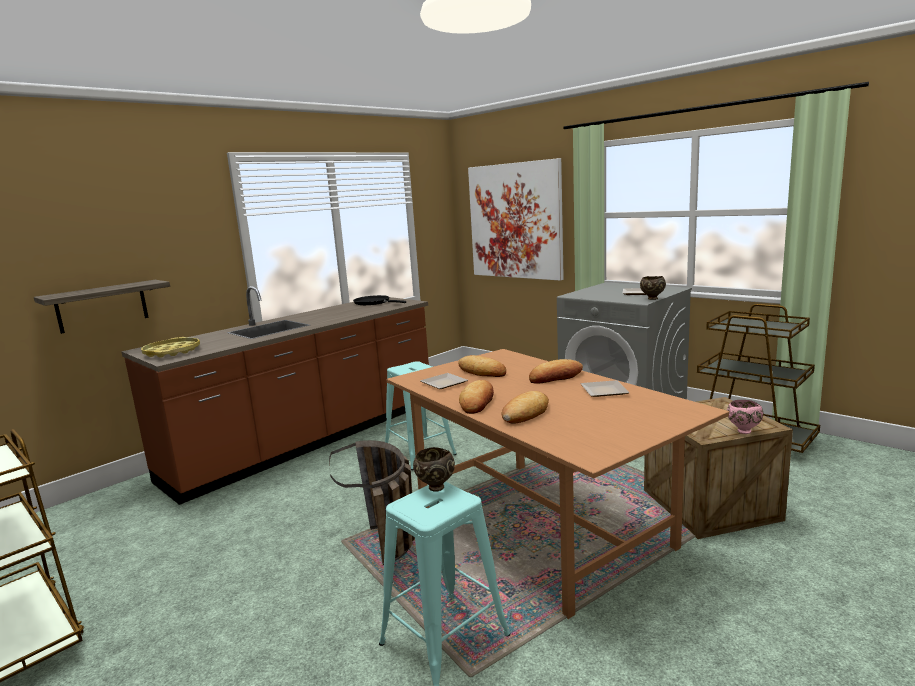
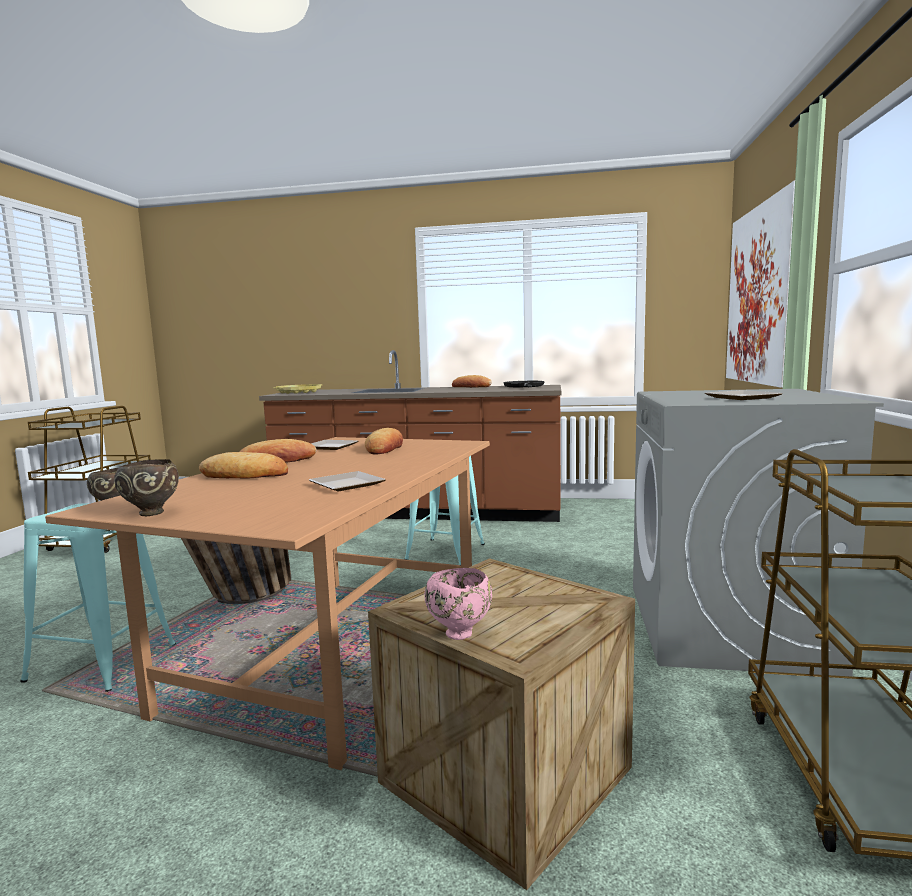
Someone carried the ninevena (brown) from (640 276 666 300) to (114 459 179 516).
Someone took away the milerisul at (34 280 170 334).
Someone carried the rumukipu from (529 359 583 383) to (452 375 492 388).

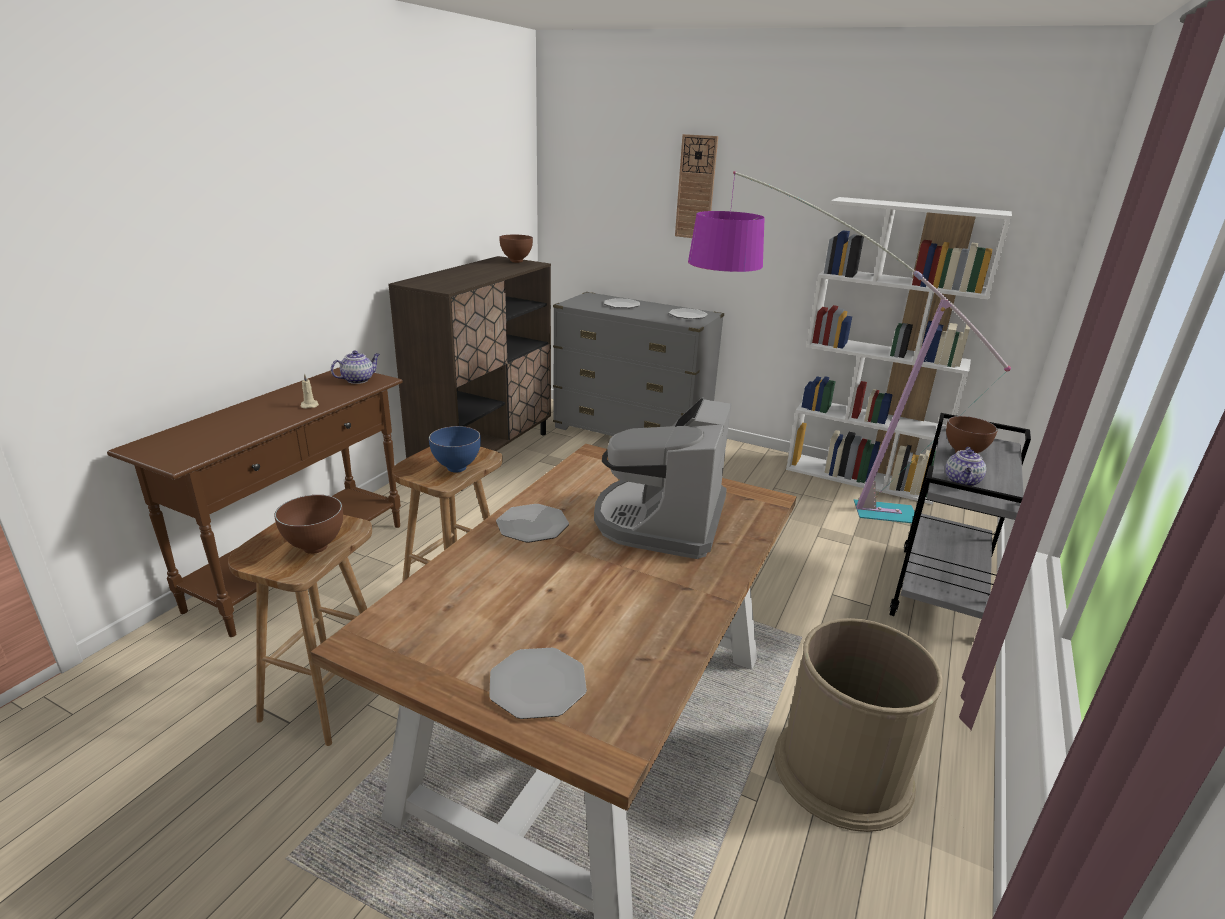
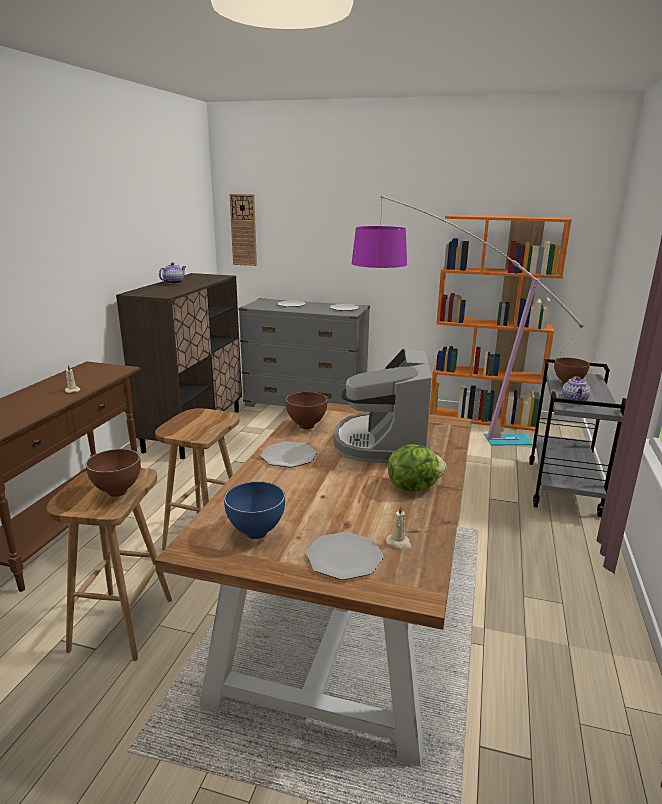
Someone carried the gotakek from (675 134 718 238) to (230 194 257 266).
Someone repainted the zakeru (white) at (786 197 1012 505), which became the zakeru (orange) at (429 215 572 431).
Someone carried the ninevena (brown) from (499 235 533 263) to (286 392 328 429).
Someone carried the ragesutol from (331 350 380 384) to (159 262 186 284).
Someone carried the ninevena (blue) from (429 426 481 473) to (224 481 285 539).
Someone took away the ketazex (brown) at (774 618 943 832).
Someone put down the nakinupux at (388 444 446 492).
Someone put down the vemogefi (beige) at (386 506 412 550).

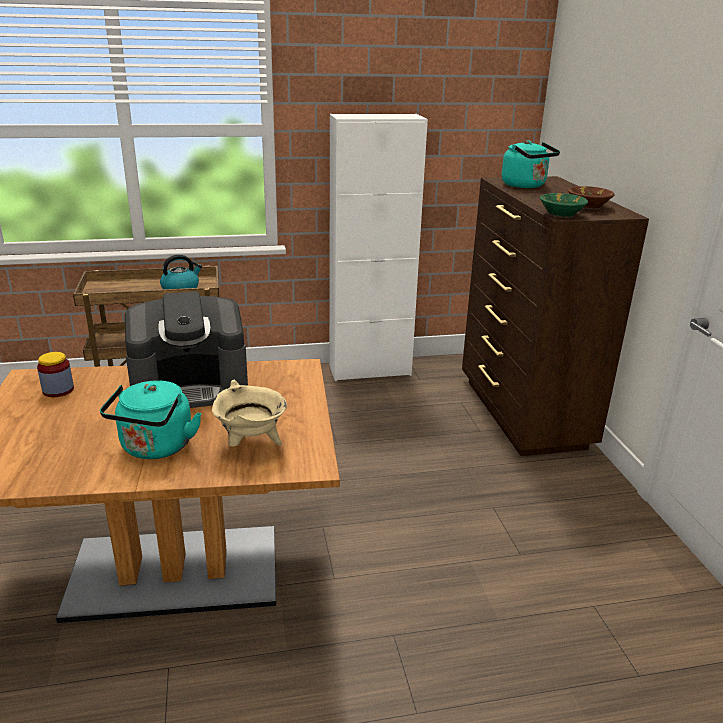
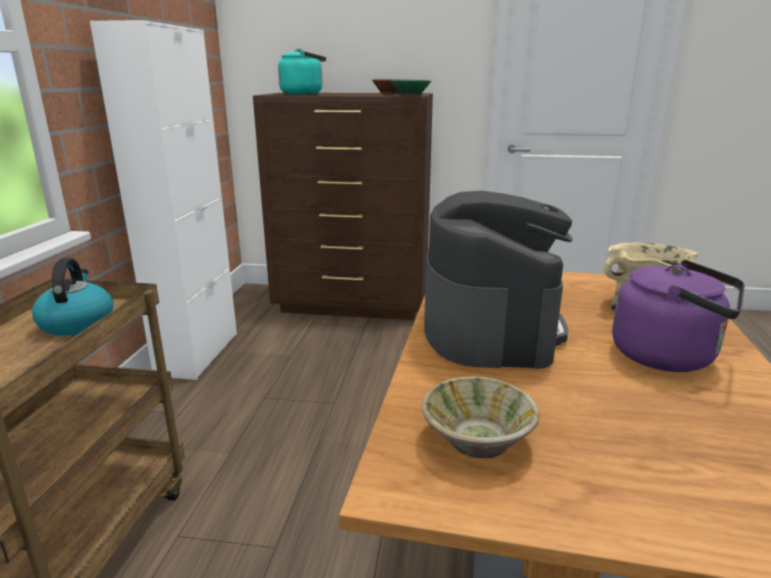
Someone swapped the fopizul at (37 352 74 397) for the ninevena (beige) at (422 377 540 458).
Someone repainted the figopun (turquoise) at (100 381 202 459), which became the figopun (purple) at (612 260 745 372).

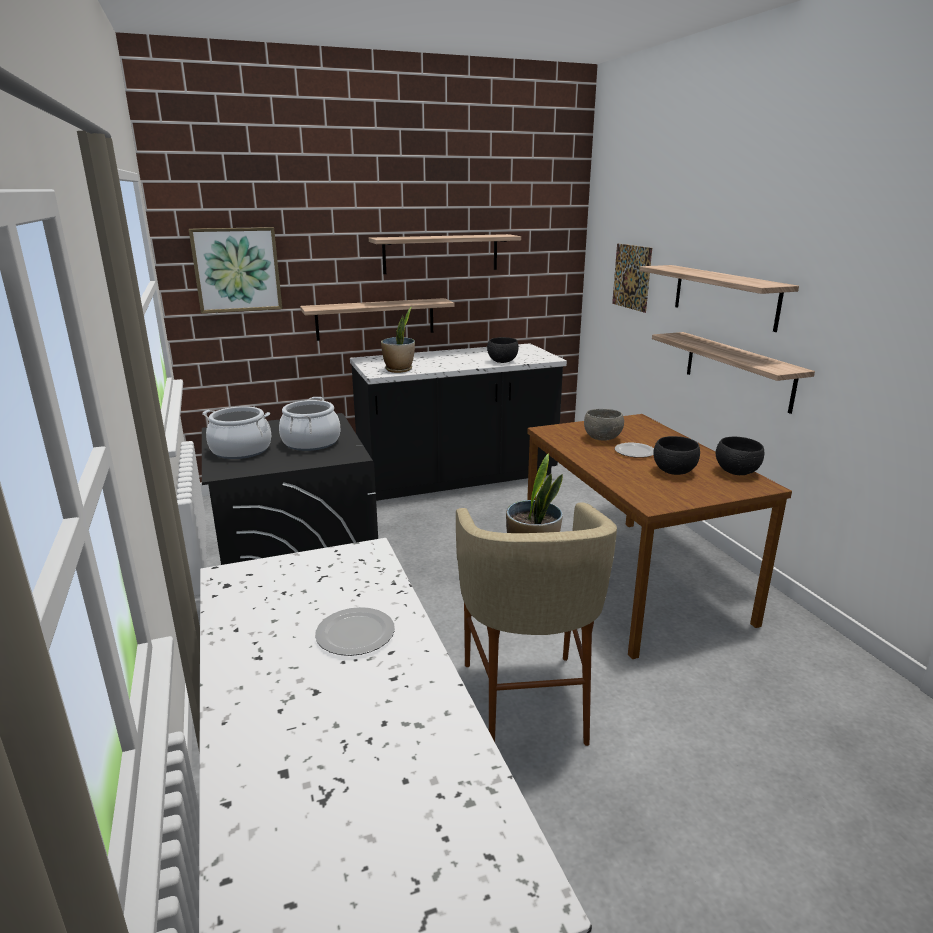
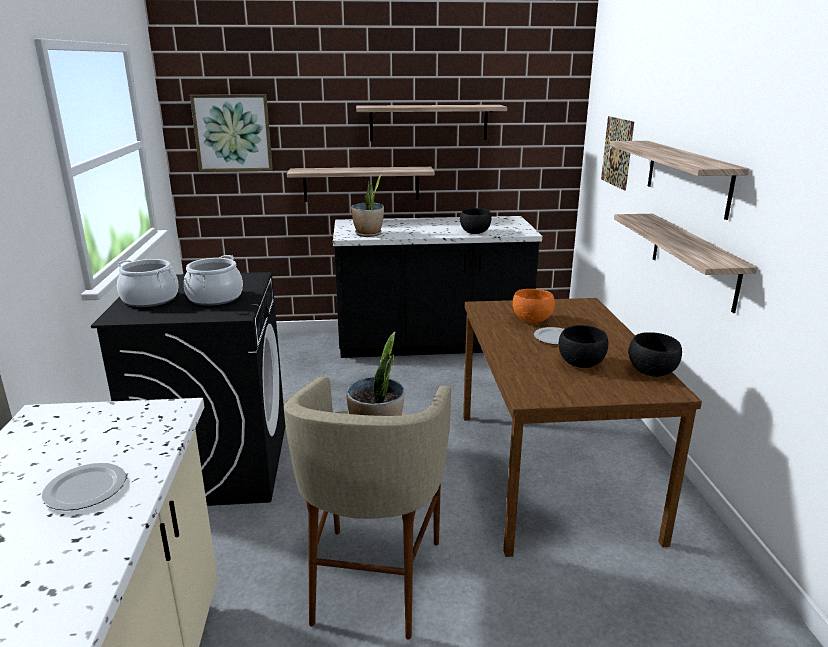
Someone repainted the ninevena (grey) at (584 409 624 440), which became the ninevena (orange) at (513 289 555 323).

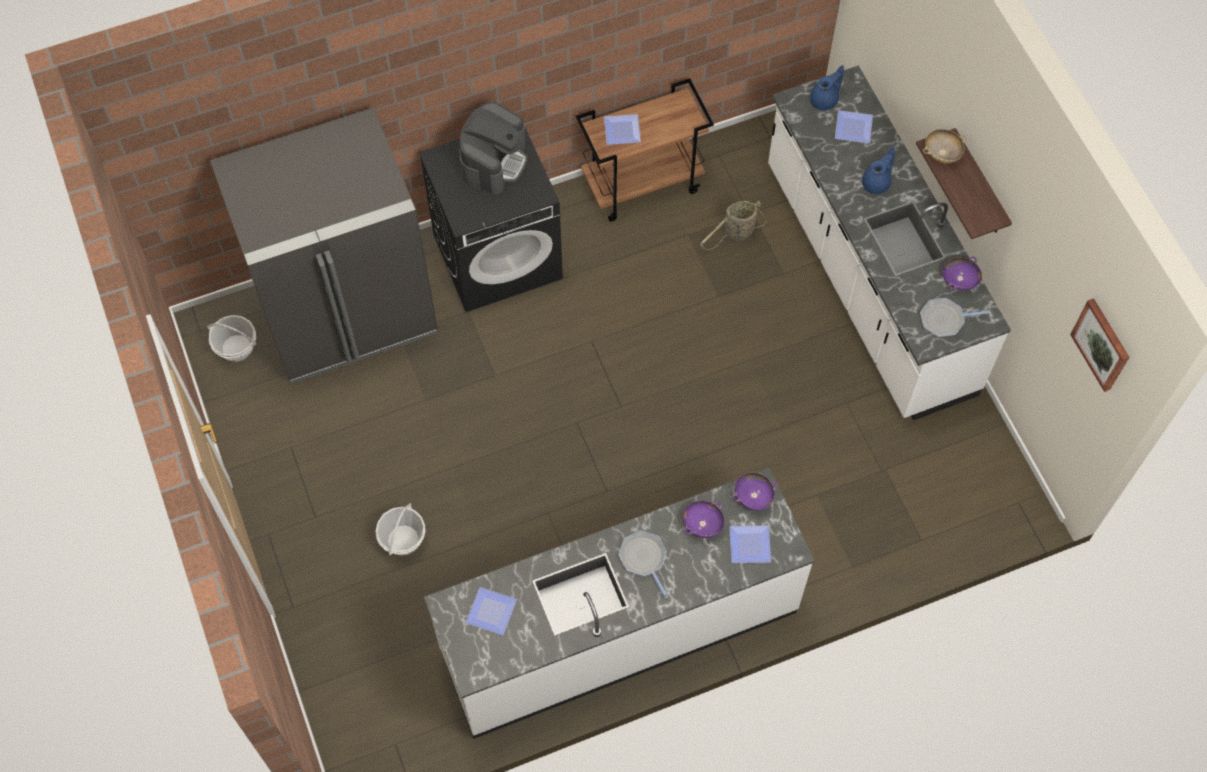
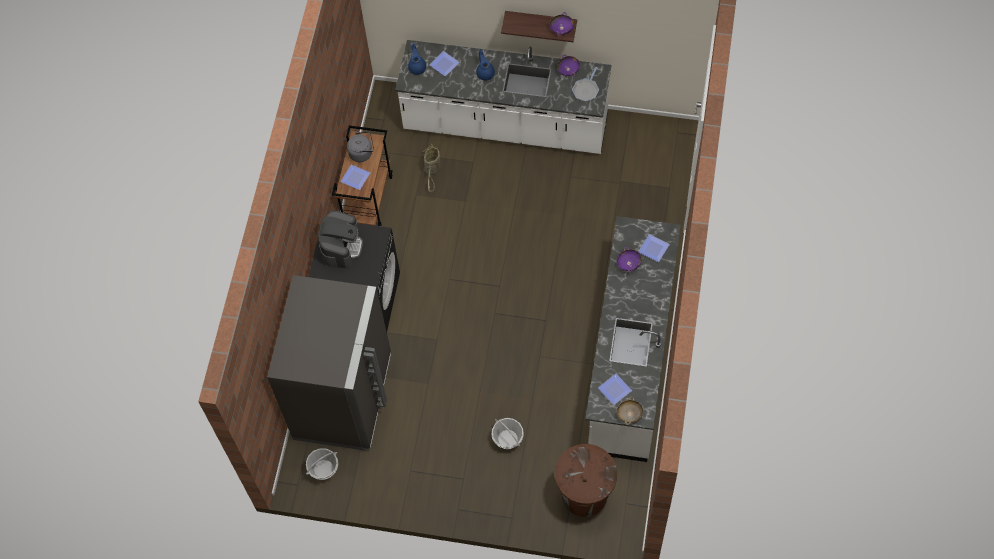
Someone rotated the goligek at (459 102 527 195) by 45 degrees clockwise.
Someone carried the ninevena (beige) from (923 129 966 164) to (617 397 643 425).
Someone took away the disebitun at (1070 298 1130 392).
Someone carried the ninevena (purple) from (732 472 778 511) to (549 12 574 36).
Someone took away the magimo at (618 530 668 598).
Someone put down the figopun (grey) at (347 131 374 162).
Someone put down the ketazex (brown) at (555 444 617 517).

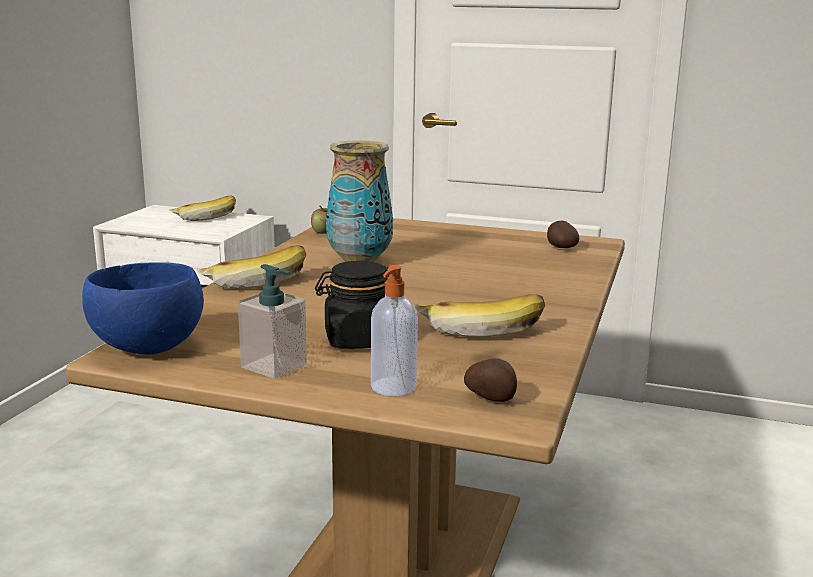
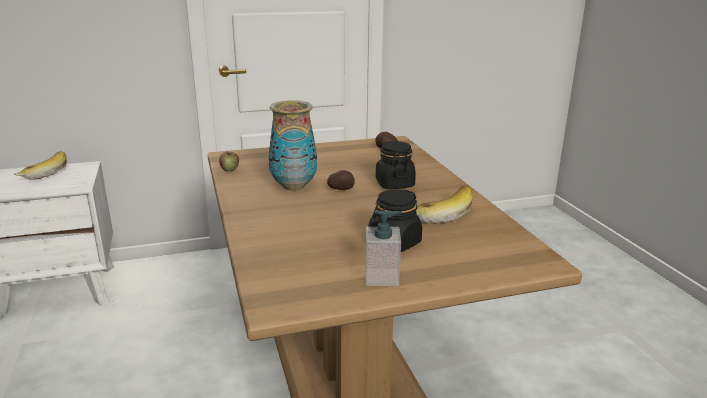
Someone took away the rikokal at (196 245 306 289).
Someone took away the ninevena (blue) at (82 262 204 354).
Someone took away the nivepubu at (371 265 418 396).
Someone carried the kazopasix from (464 358 517 402) to (327 170 354 190).
Someone put down the fopizul (black) at (376 141 416 189).

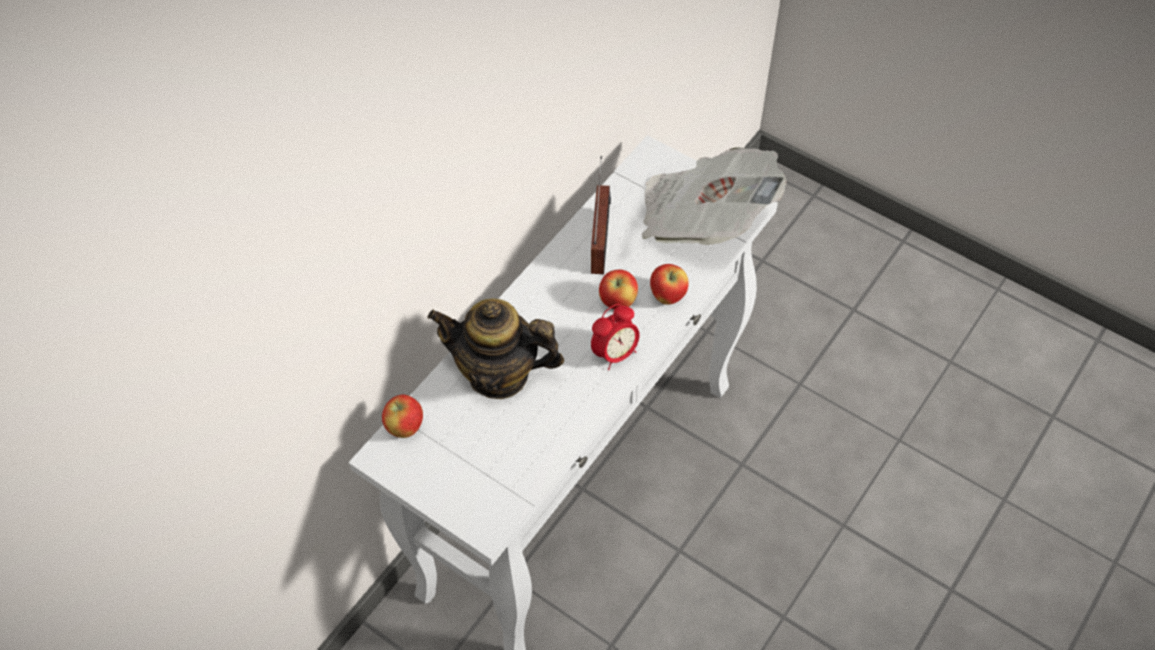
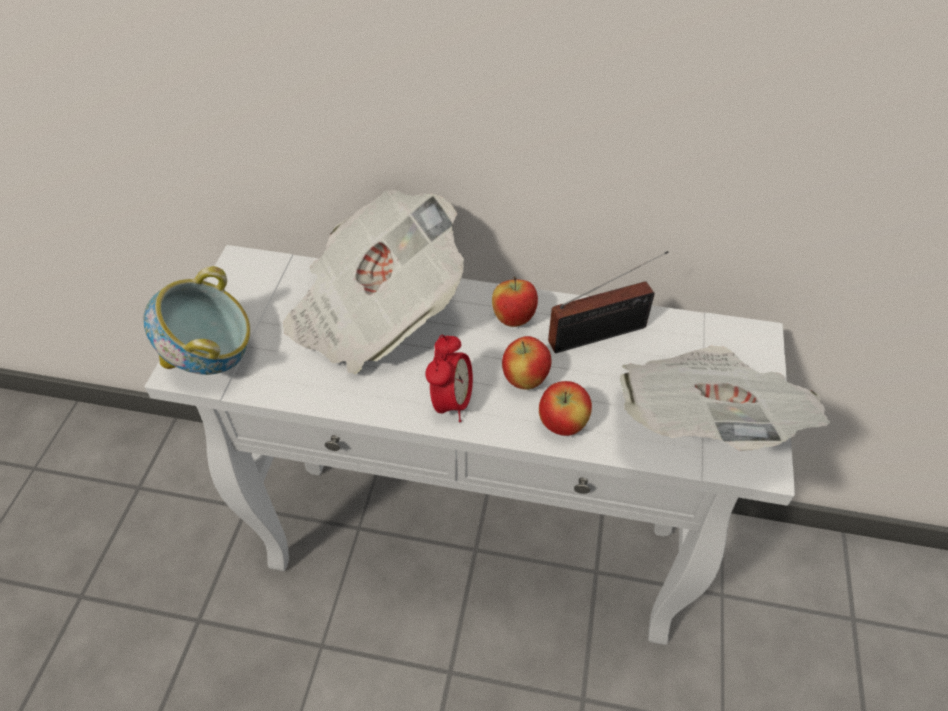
Someone swapped the ragesutol at (427 299 564 399) for the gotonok at (283 189 464 375).
Someone rotated the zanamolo at (591 304 640 370) by 105 degrees counterclockwise.
Someone carried the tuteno from (382 395 423 438) to (492 277 538 327).
Someone put down the ninevena at (143 266 250 375).

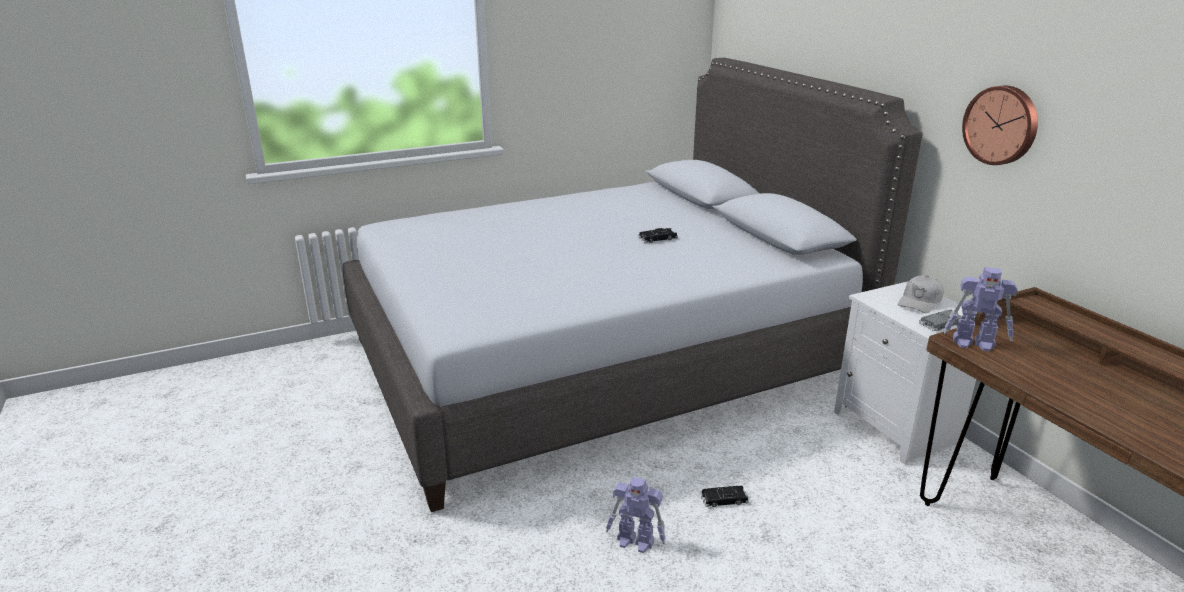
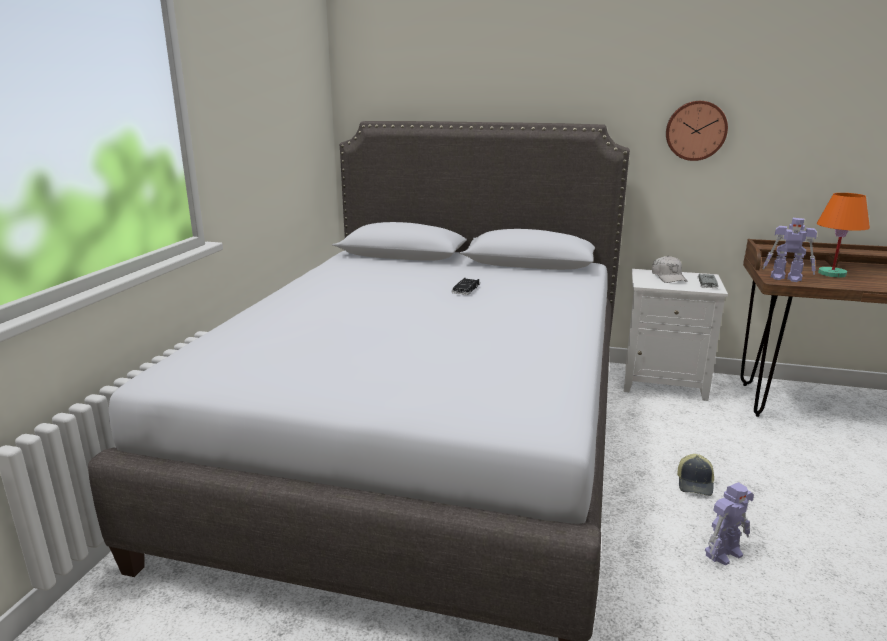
Someone rotated the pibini at (944 267 1018 352) by 60 degrees clockwise.
Someone swapped the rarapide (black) at (700 486 749 507) for the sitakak at (677 454 714 496).
Someone put down the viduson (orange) at (817 193 870 278).

